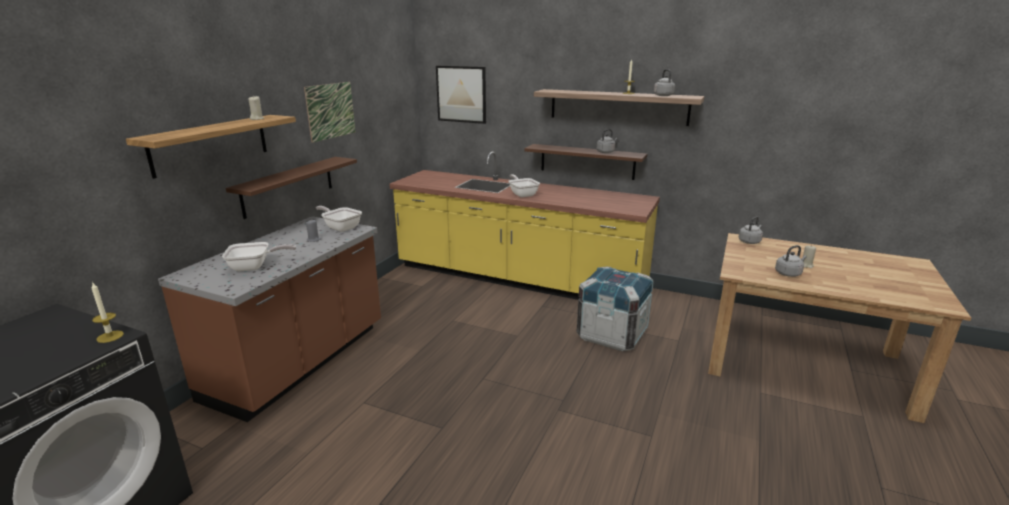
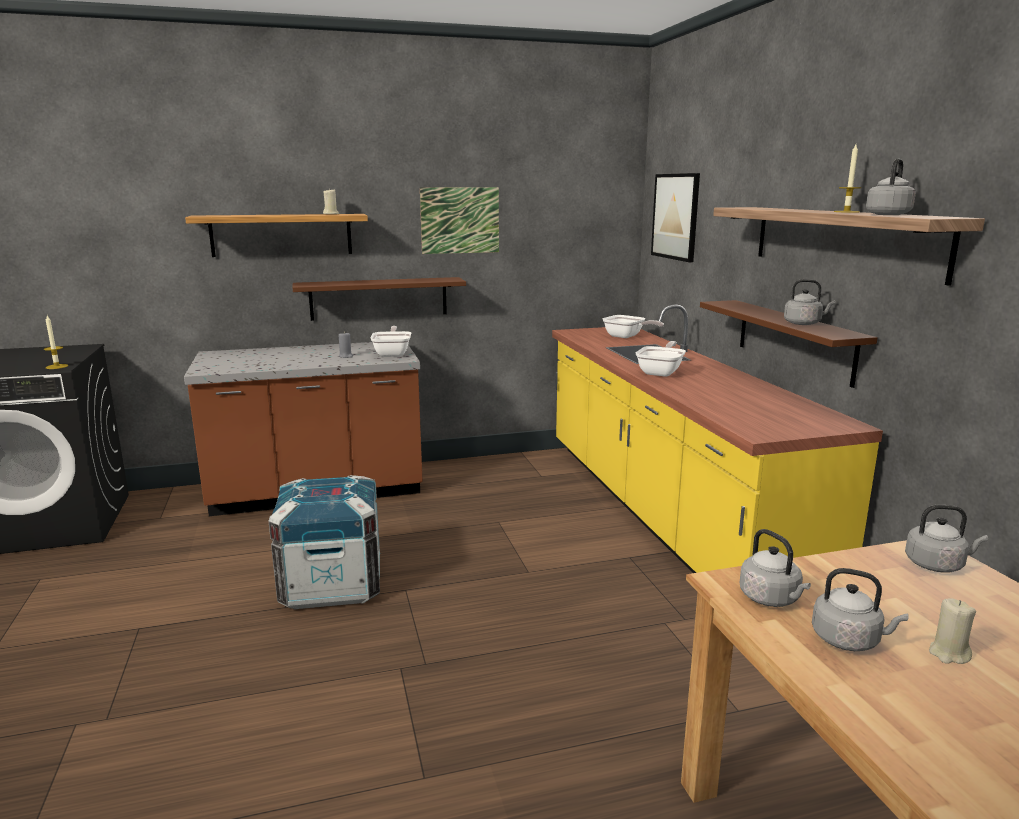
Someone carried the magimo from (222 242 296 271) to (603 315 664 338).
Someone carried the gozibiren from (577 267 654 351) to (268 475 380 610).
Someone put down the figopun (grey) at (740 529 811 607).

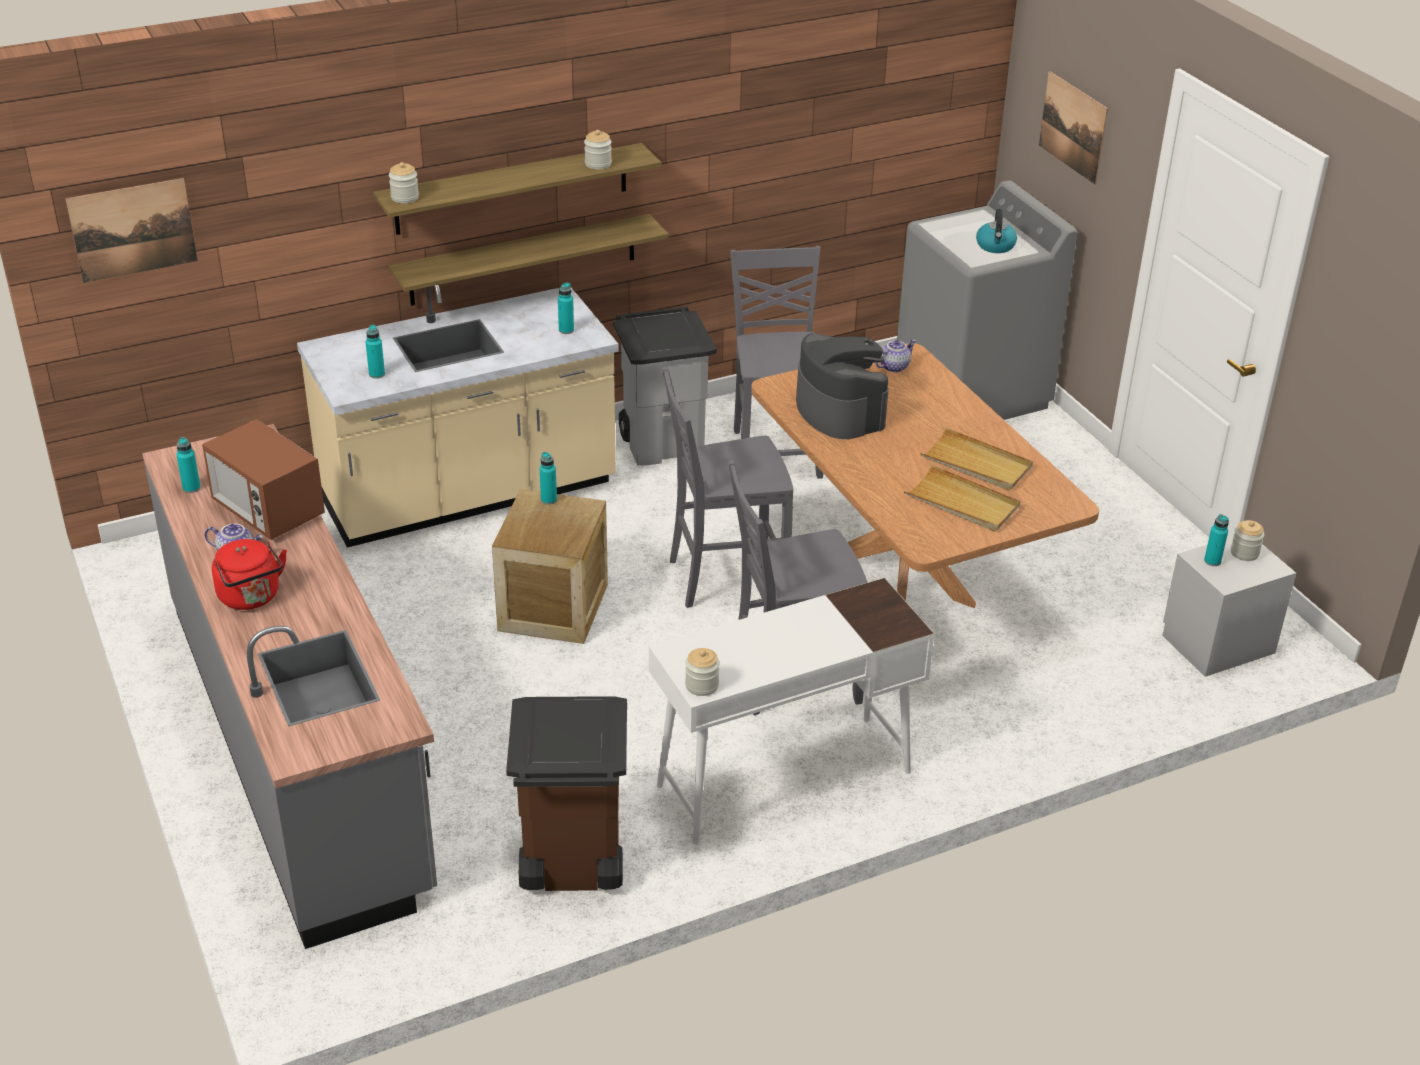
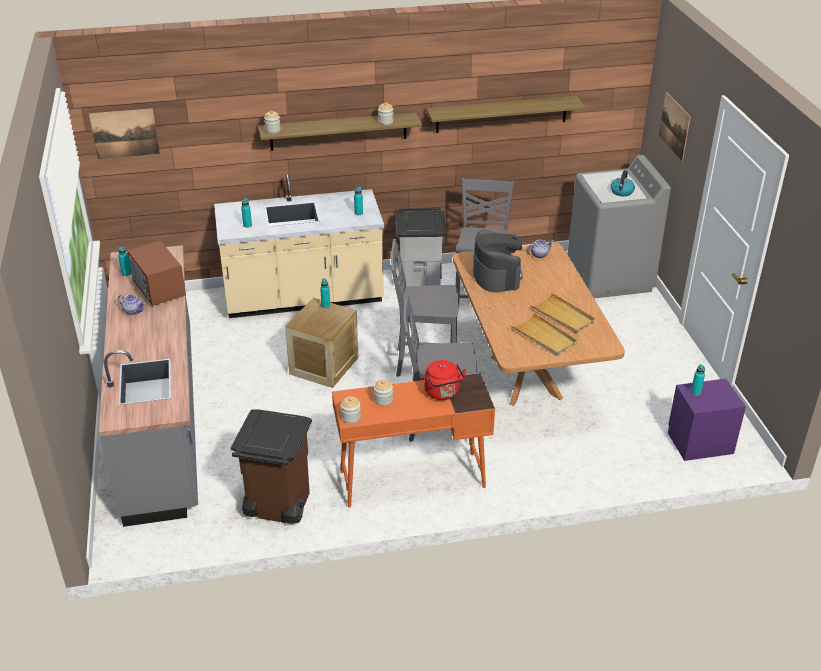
Someone carried the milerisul from (389 214 669 306) to (426 96 586 133).
Someone carried the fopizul from (1231 520 1265 561) to (374 379 393 406).
Someone repainted the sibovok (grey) at (1162 537 1296 677), which became the sibovok (purple) at (668 379 746 461).
Someone carried the figopun (red) from (212 539 287 610) to (424 360 466 400).
Someone repainted the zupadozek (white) at (649 578 934 845), which became the zupadozek (orange) at (332 373 495 508).

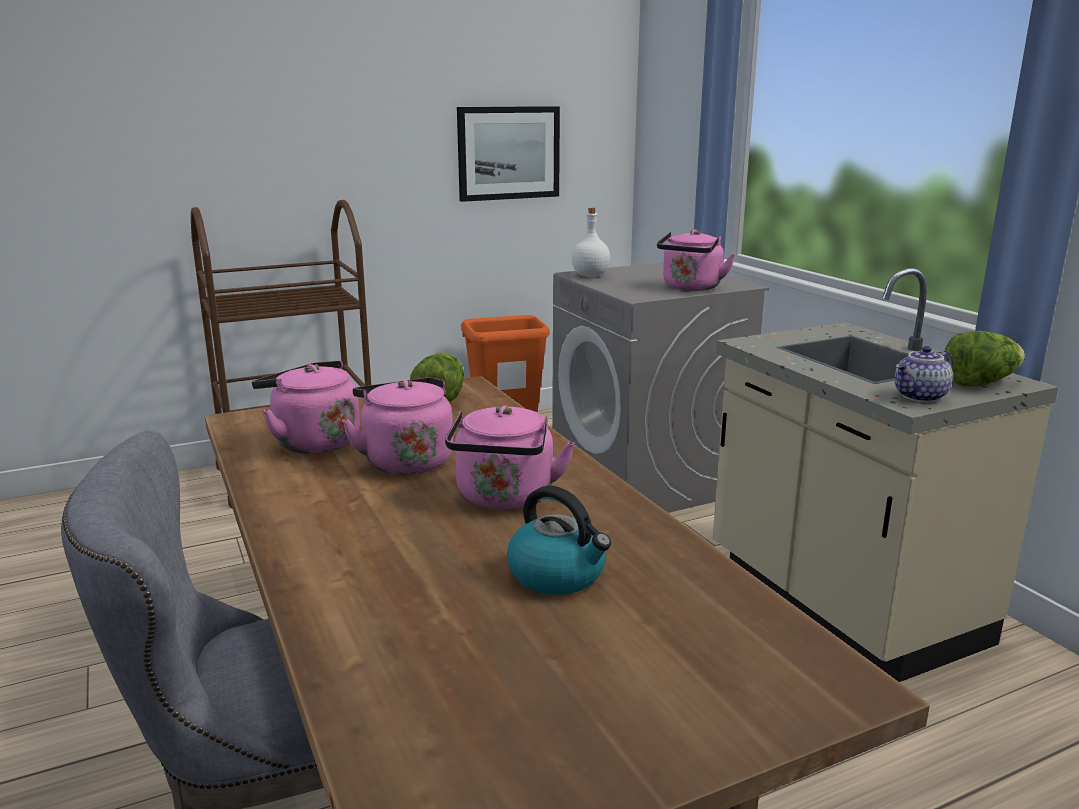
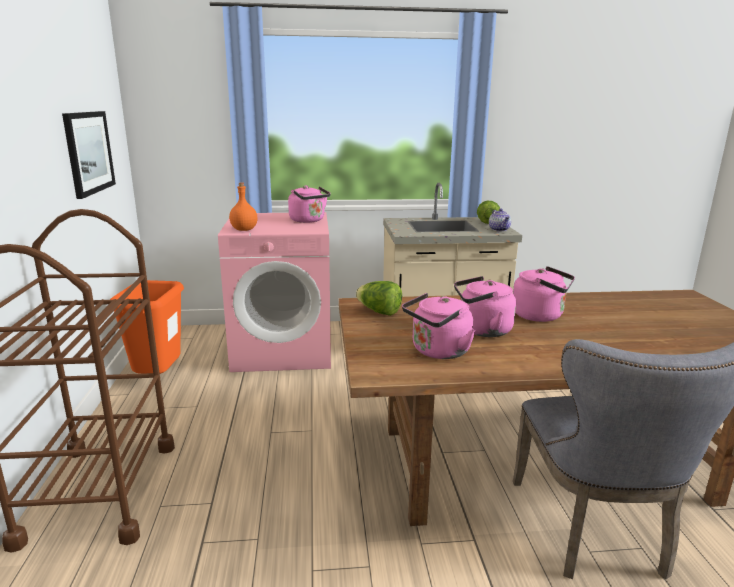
Someone repainted the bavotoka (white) at (571 208 610 277), which became the bavotoka (orange) at (229 182 258 231).
Someone repainted the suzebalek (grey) at (552 263 769 513), which became the suzebalek (pink) at (218 212 331 372).
Someone took away the figopun at (507 485 611 595).

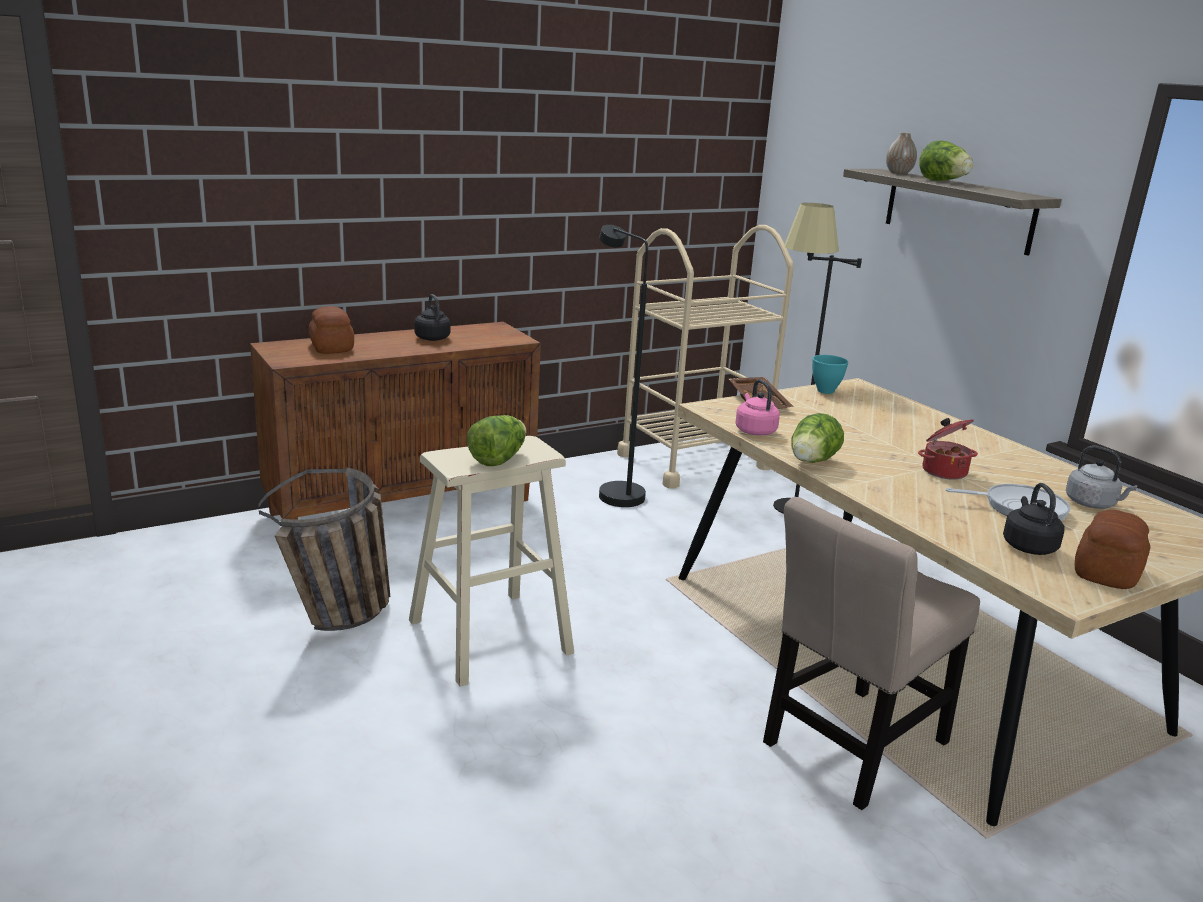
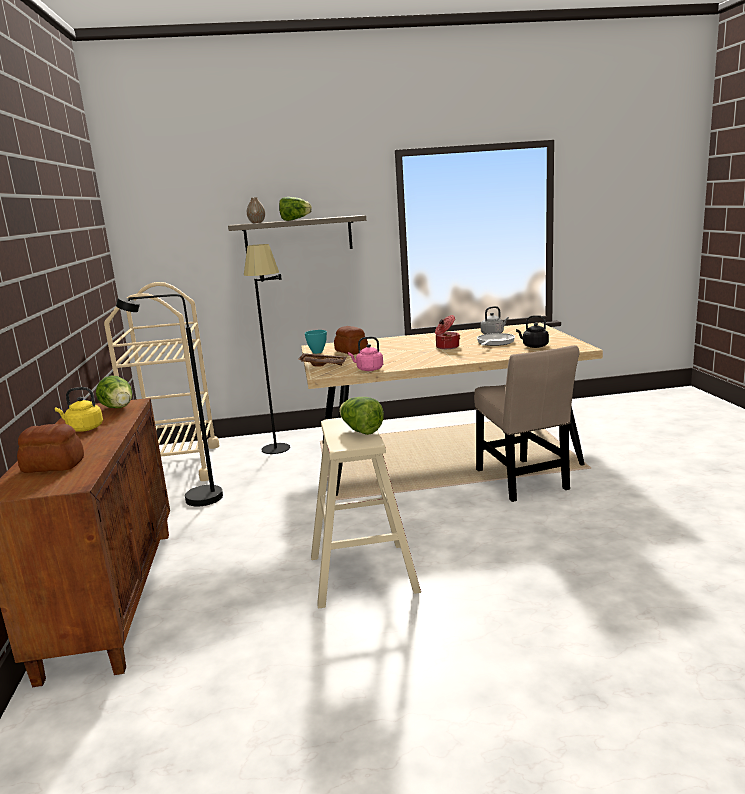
Someone repainted the figopun (black) at (414 294 450 341), which became the figopun (yellow) at (55 387 103 432).
Someone carried the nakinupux from (791 413 844 463) to (96 376 132 408).
Someone took away the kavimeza at (258 468 390 631).
Someone carried the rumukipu from (1075 510 1150 589) to (334 326 368 355).

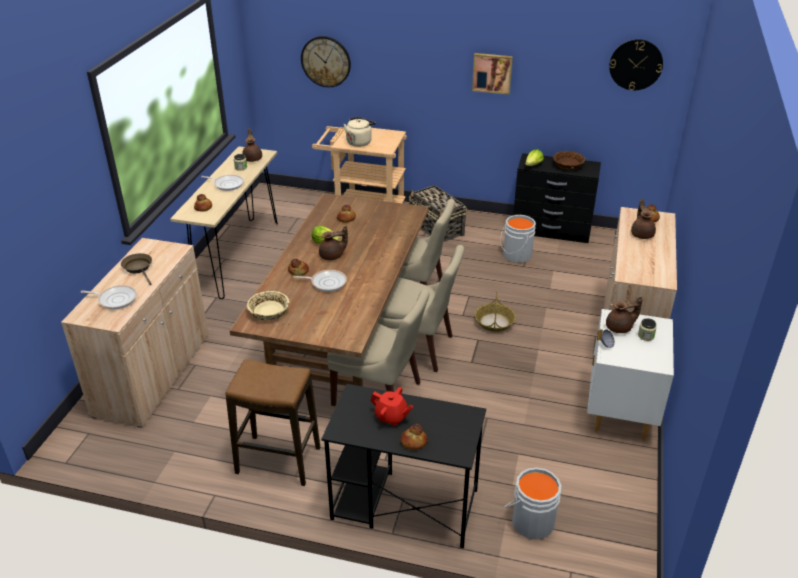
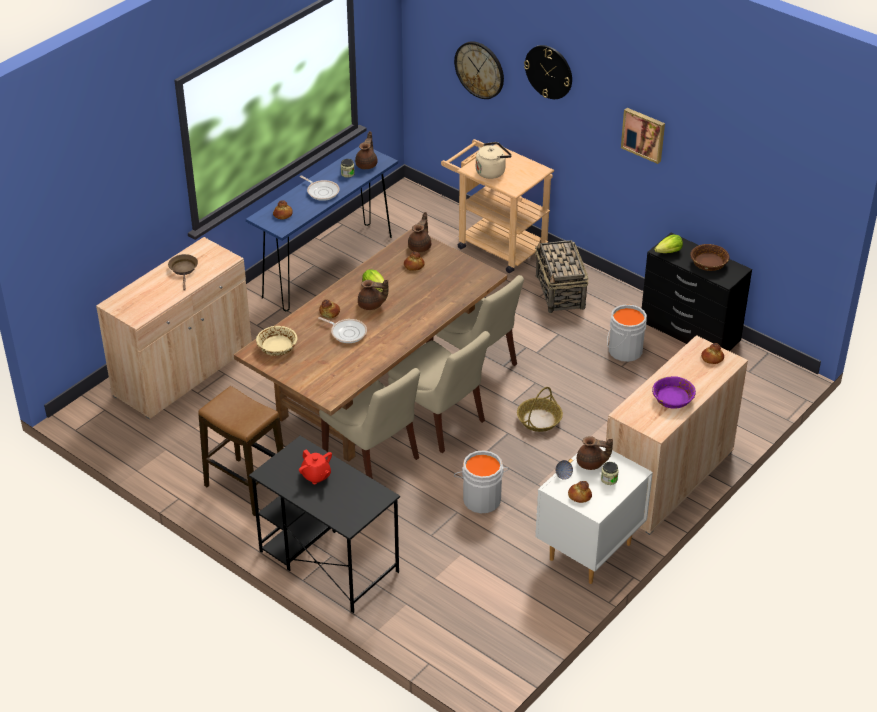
Someone carried the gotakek from (609 39 663 91) to (524 45 572 99).
Someone repainted the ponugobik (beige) at (170 146 278 299), which became the ponugobik (blue) at (246 146 398 311).
Someone carried the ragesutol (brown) from (631 198 656 239) to (408 212 431 252).
Someone took away the magimo at (81 285 137 309).
Someone carried the rumukipu from (400 424 428 450) to (568 481 592 503).
Someone carried the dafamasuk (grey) from (504 467 561 540) to (454 450 509 513).
Someone put down the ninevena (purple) at (652 376 696 409).

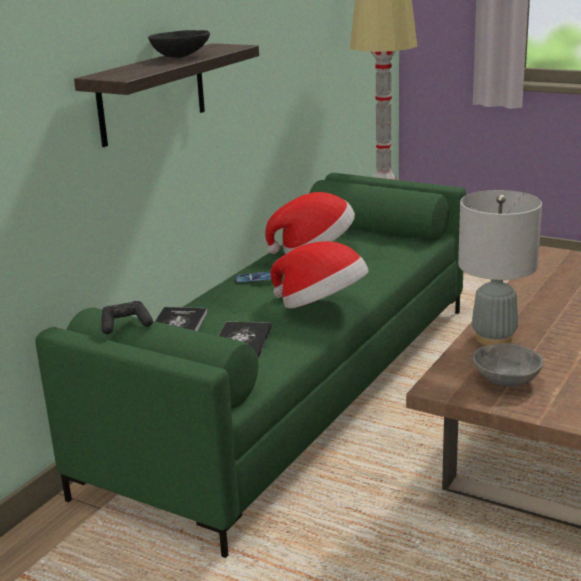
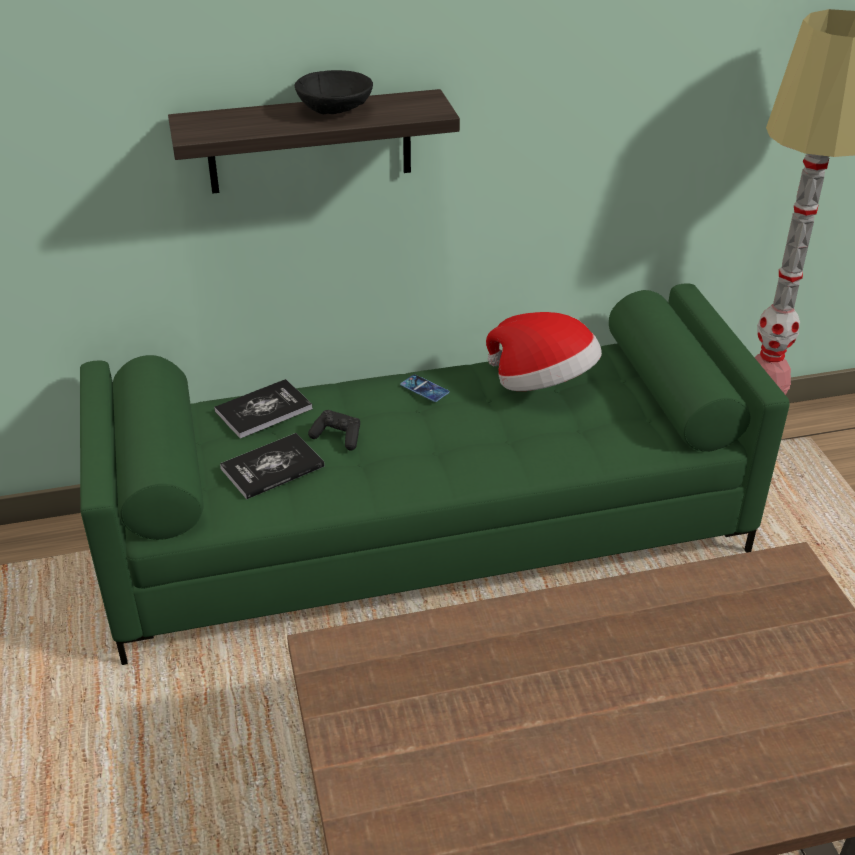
Someone took away the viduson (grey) at (458 190 542 346).
Someone took away the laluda at (270 241 369 309).
Someone carried the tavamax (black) from (101 301 153 334) to (308 410 360 451).
Someone took away the ninevena (grey) at (473 343 543 386).

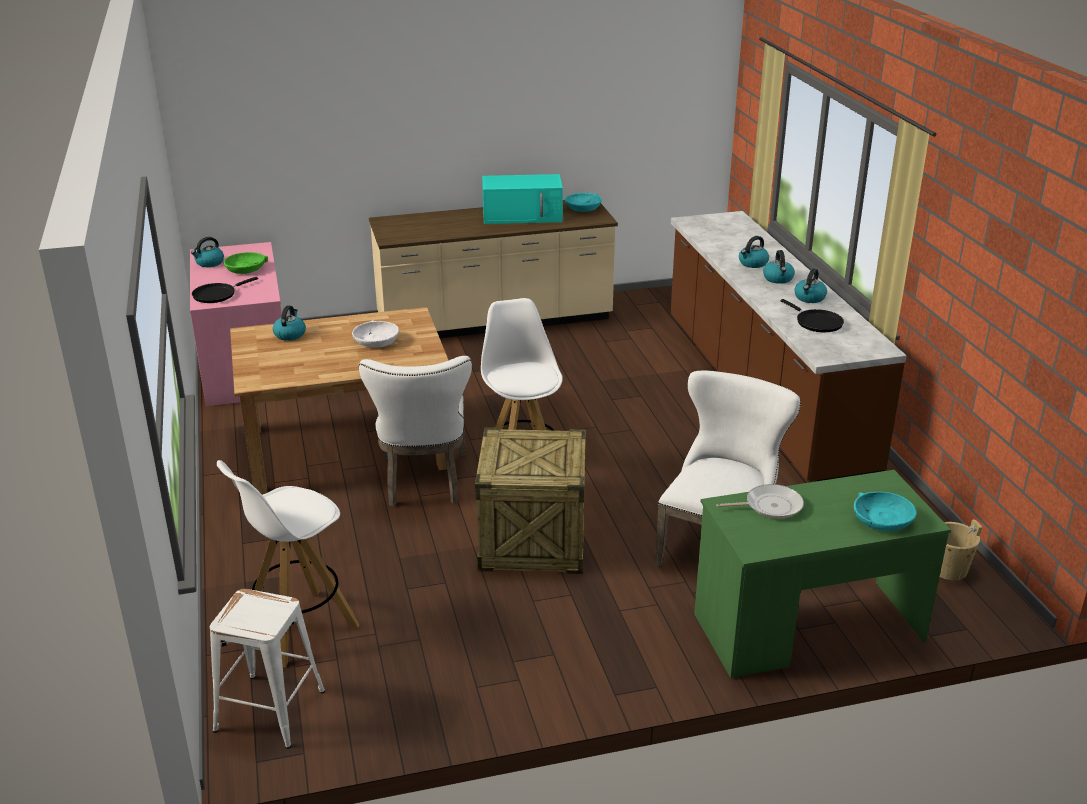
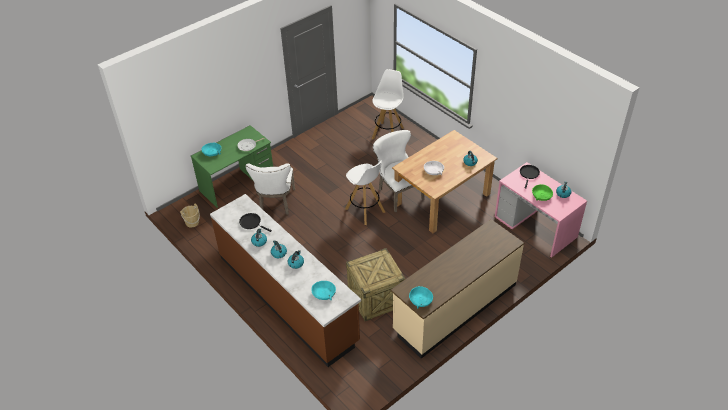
Someone took away the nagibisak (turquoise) at (482 174 563 224).
Someone carried the gozibiren from (475 428 586 574) to (346 248 405 321).
Someone took away the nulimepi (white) at (210 589 325 749).
Someone put down the ninevena (turquoise) at (311 281 336 300).

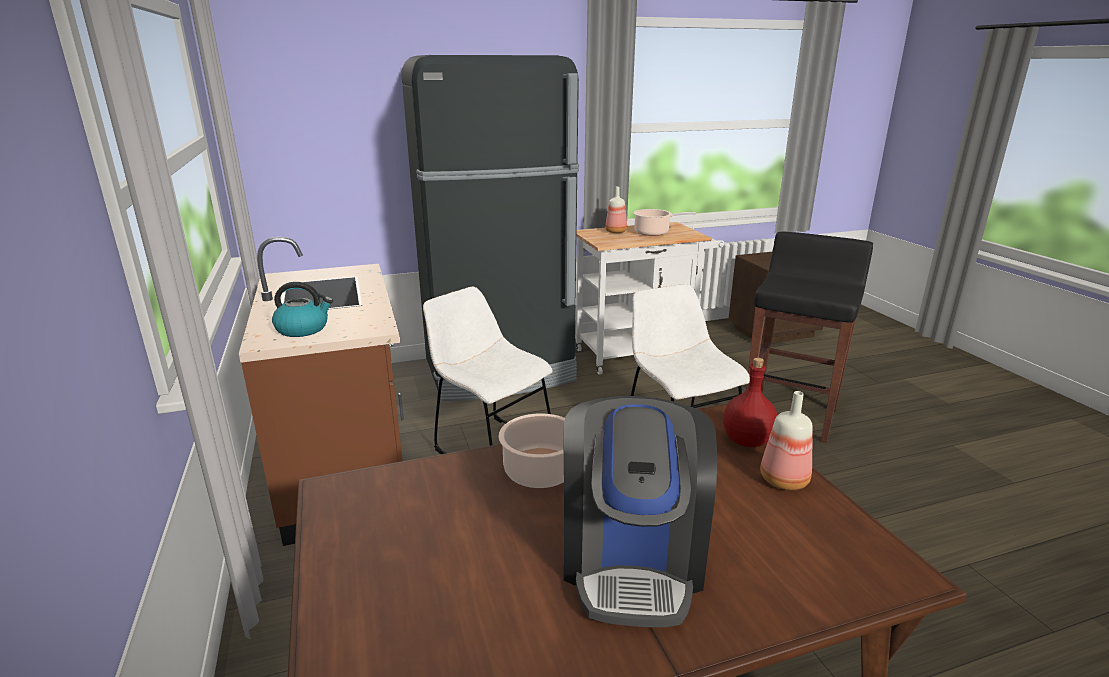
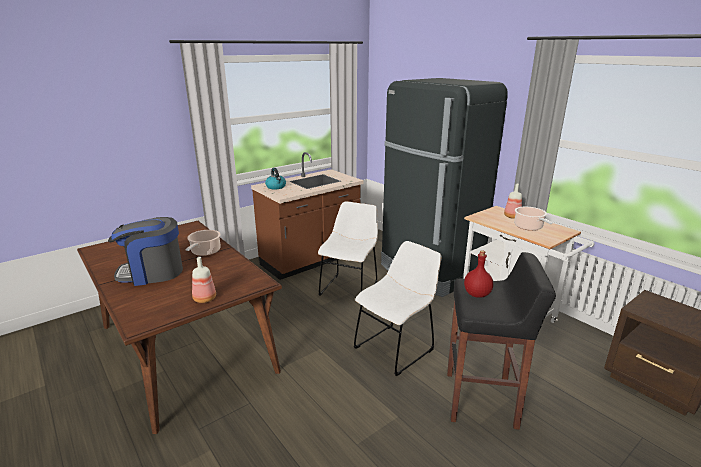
Someone carried the bavotoka (red) from (723 358 777 447) to (464 250 493 298).

